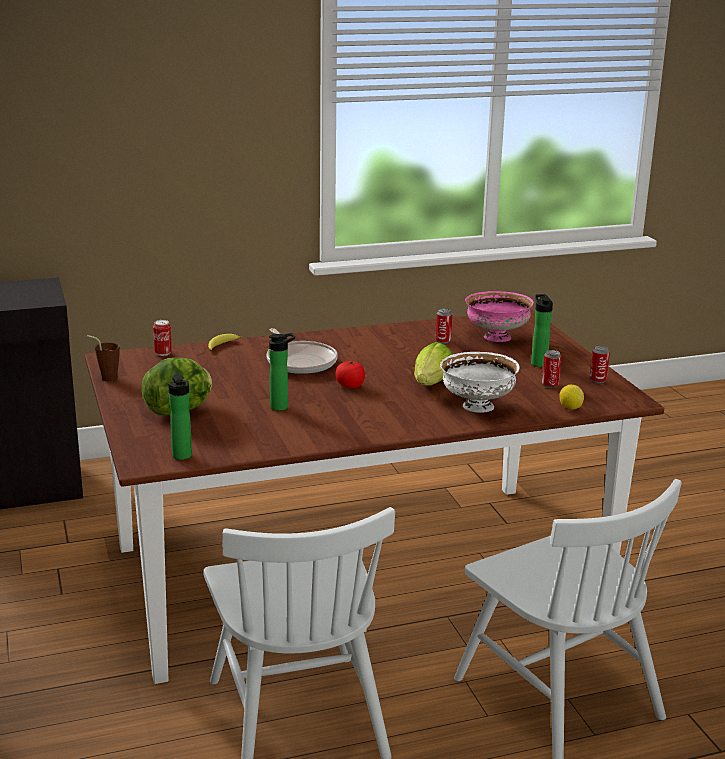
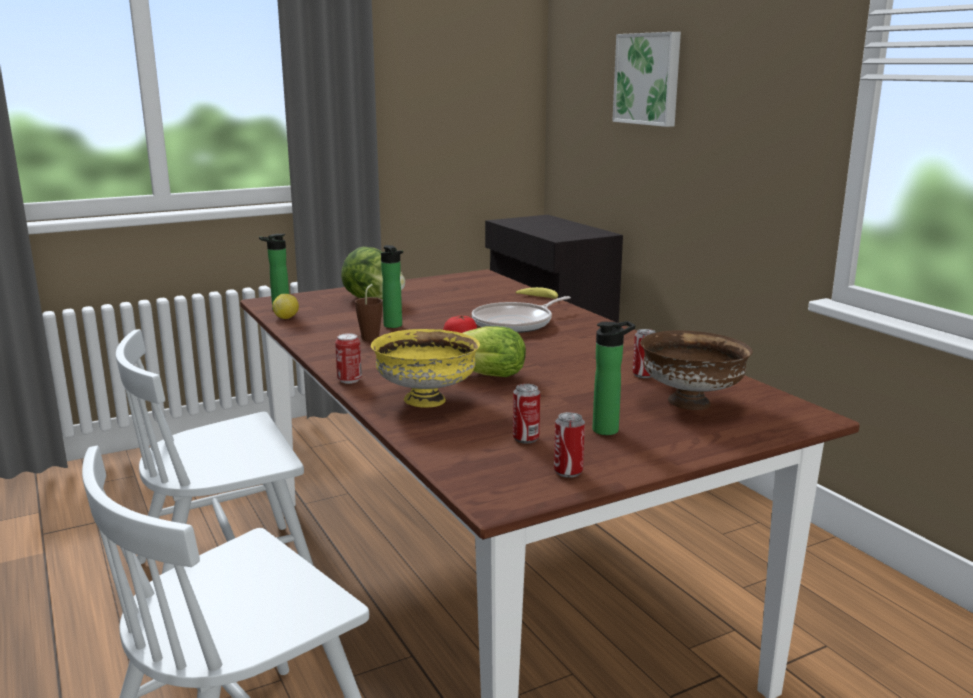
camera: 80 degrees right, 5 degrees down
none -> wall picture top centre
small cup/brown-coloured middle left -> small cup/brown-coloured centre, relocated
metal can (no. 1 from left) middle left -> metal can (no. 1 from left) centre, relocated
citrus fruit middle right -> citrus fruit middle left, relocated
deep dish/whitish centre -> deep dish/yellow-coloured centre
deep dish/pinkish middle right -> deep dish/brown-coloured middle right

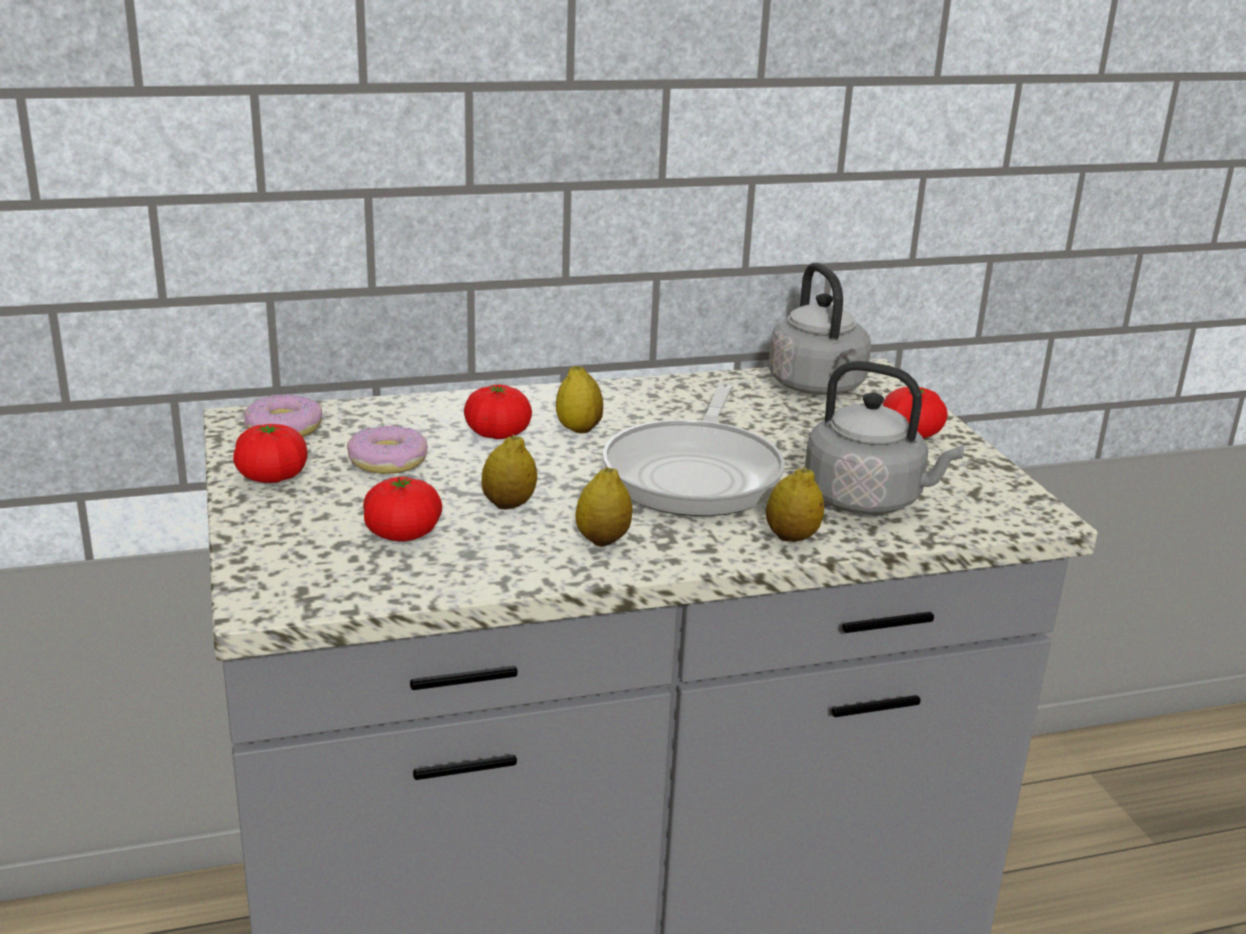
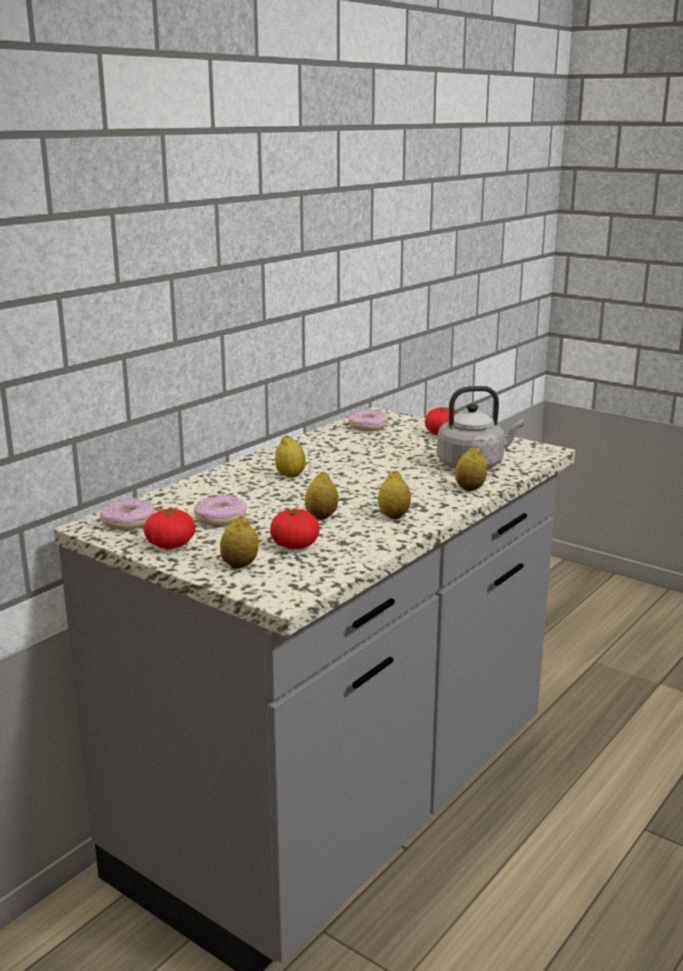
camera: 35 degrees left, 5 degrees down
tomato (no. 3 from left) centre -> none
skillet centre -> none
none -> citrus fruit (no. 1 from left) centre
tea kettle/greyish (no. 1 from left) centre -> ring doughnut (no. 3 from left) centre

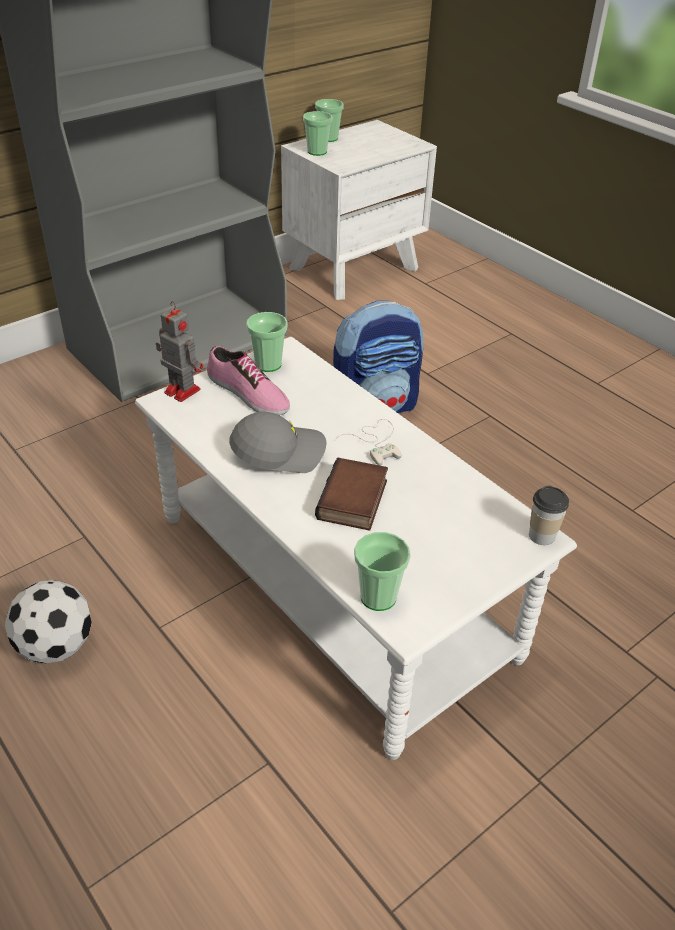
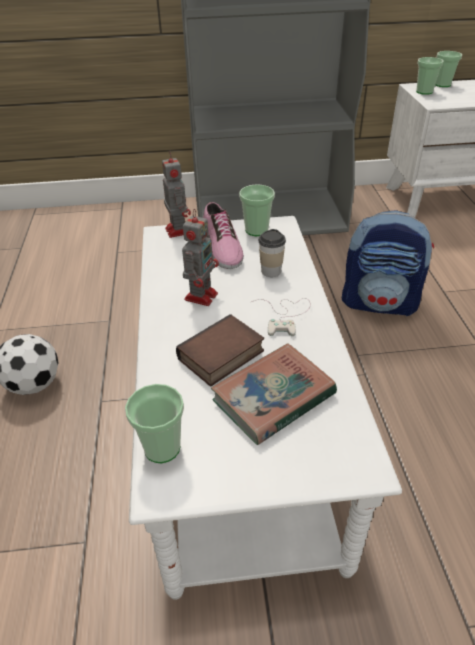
camera: 35 degrees right, 0 degrees up
none -> volume (no. 2 from left) centre
small cup (no. 5 from left in the first image) middle right -> small cup (no. 3 from left) centre, relocated
cap/greyish centre -> model robot (no. 2 from left) centre

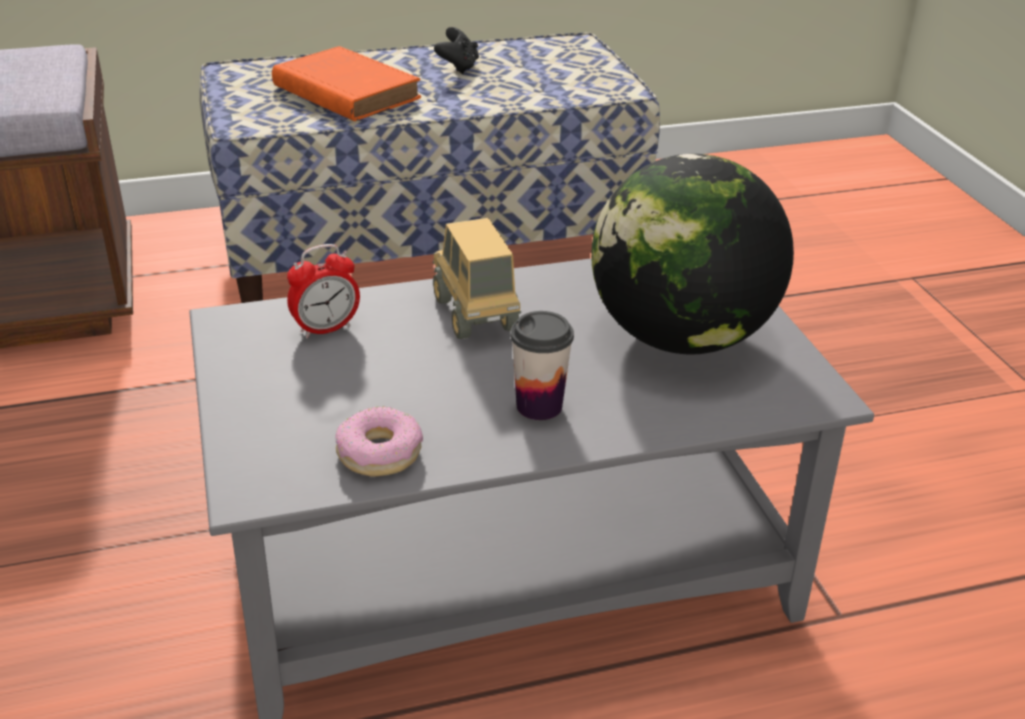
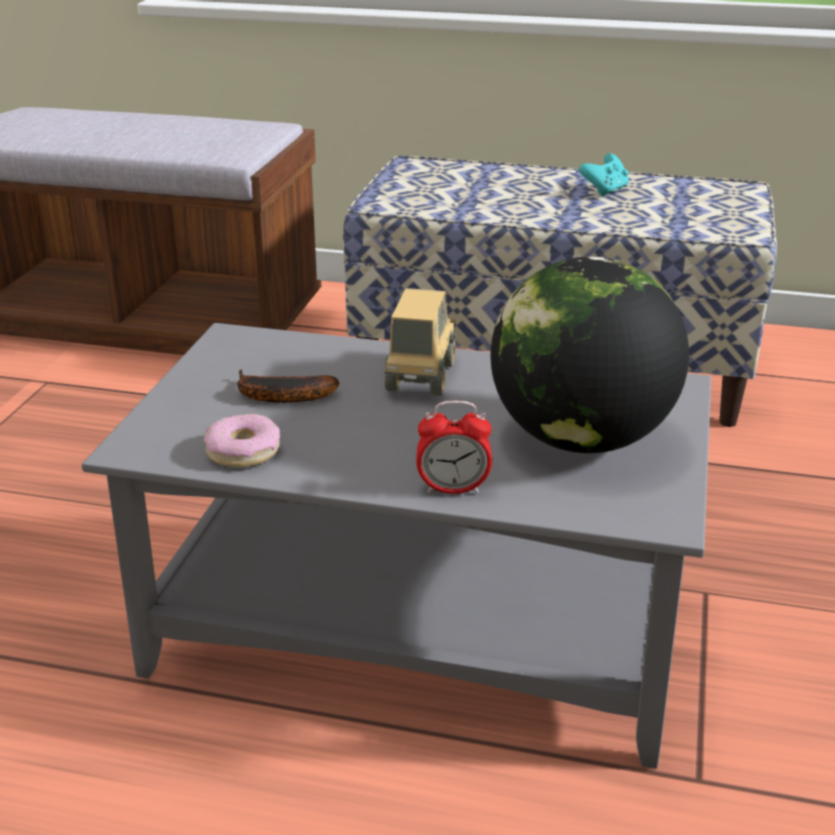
camera: 30 degrees right, 5 degrees down
volume/orangey top centre -> none
small cup centre -> none
none -> whole banana centre
bedside clock middle left -> bedside clock centre, relocated
gamepad/black top centre -> gamepad/turquoise top right

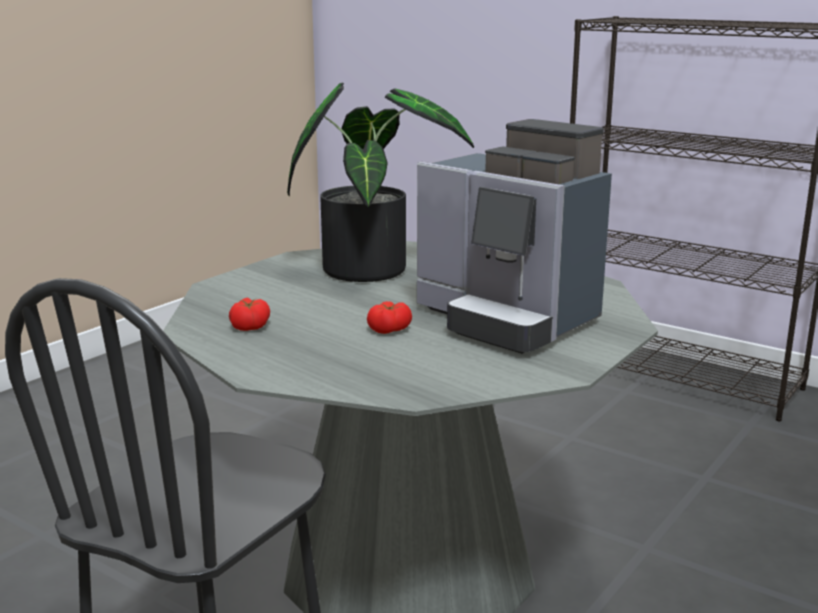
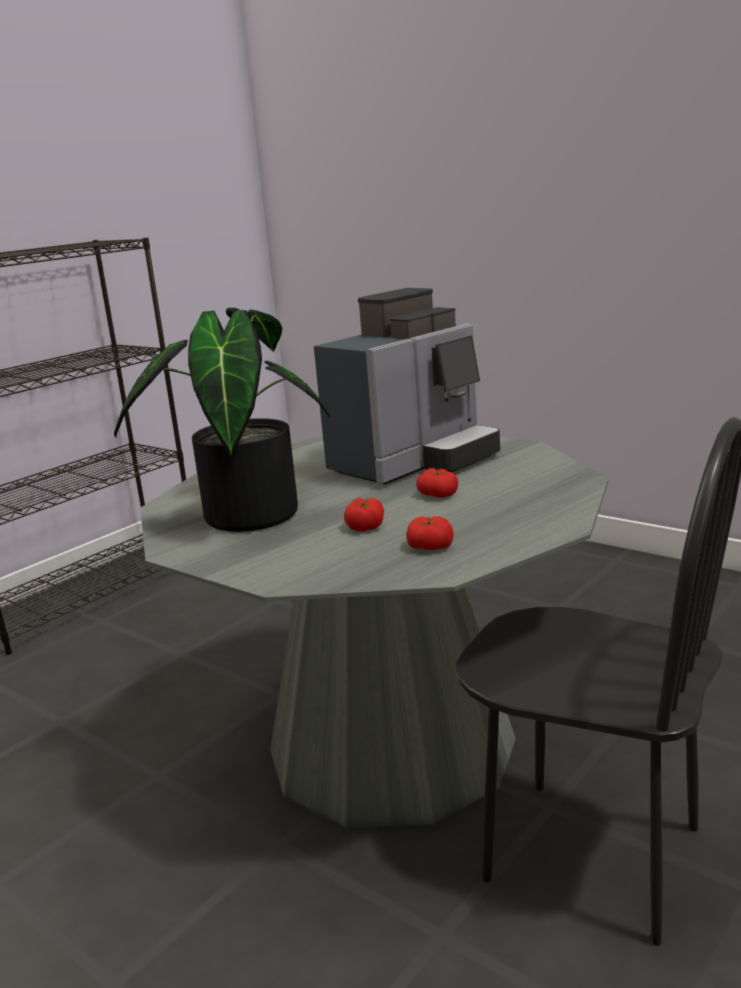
camera: 85 degrees left, 0 degrees up
none -> tomato (no. 1 from left) centre

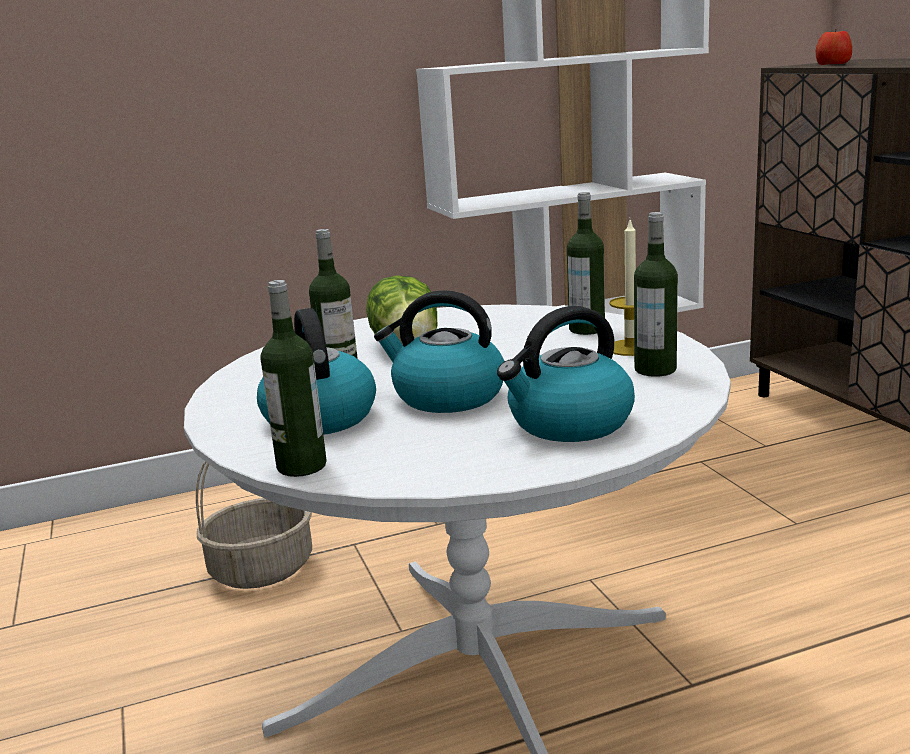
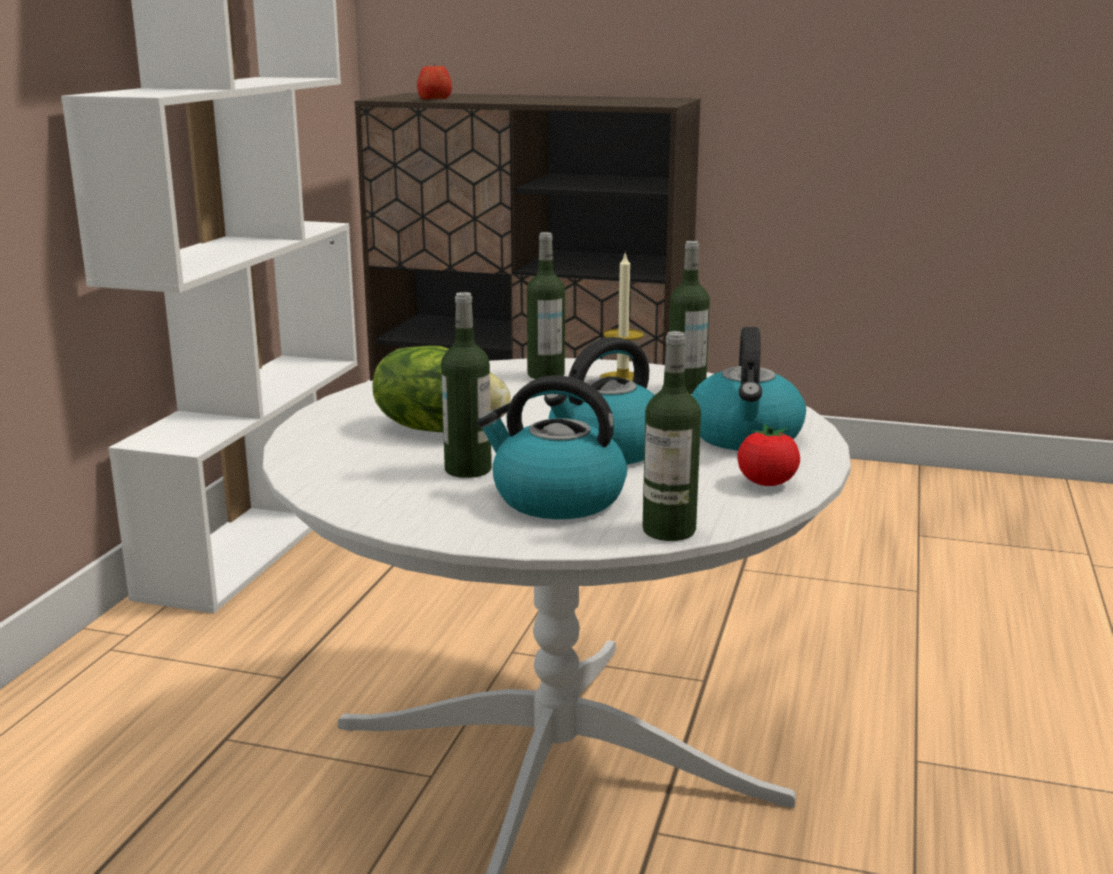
camera: 55 degrees left, 0 degrees up
household basket bottom left -> none
none -> tomato middle right

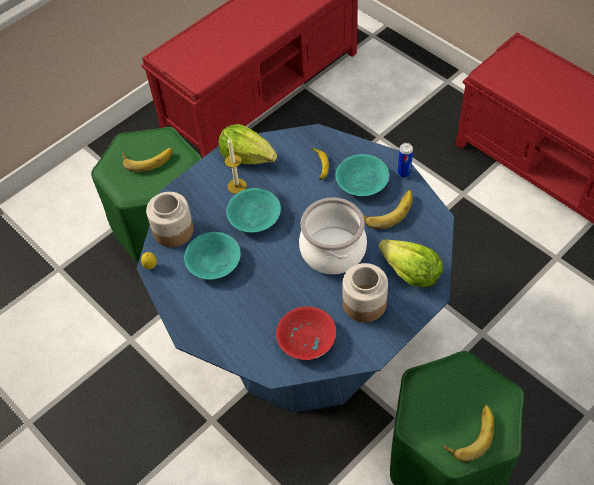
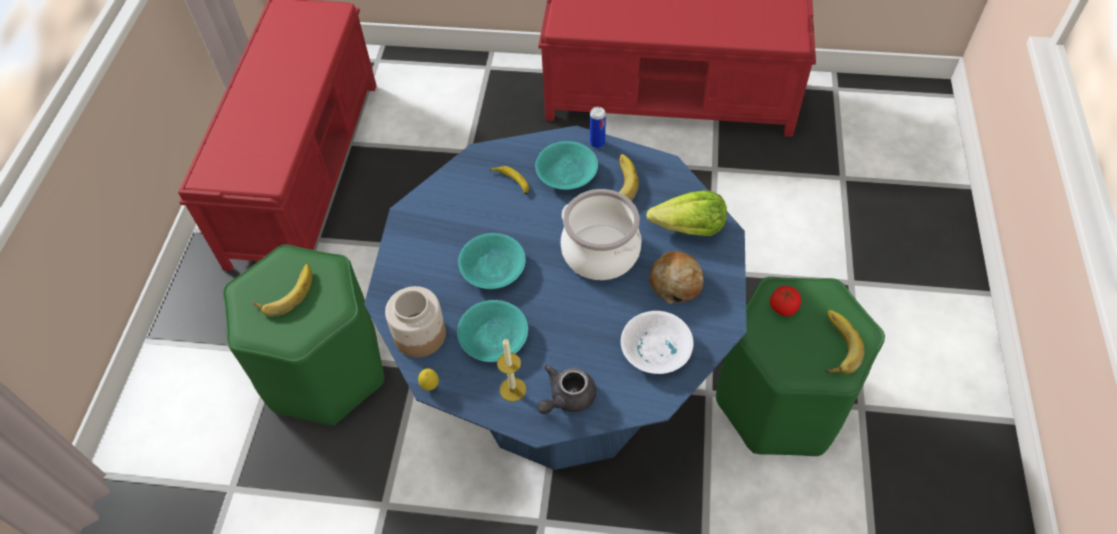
camera: 40 degrees left, 0 degrees up
head of lettuce (no. 1 from left) top centre -> none
none -> teapot/greyish bottom centre
none -> tomato middle right
candle centre -> candle bottom centre, relocated
preserve jar (no. 2 from left) centre -> bakery bread centre
deep dish/reddish bottom centre -> deep dish/whitish centre

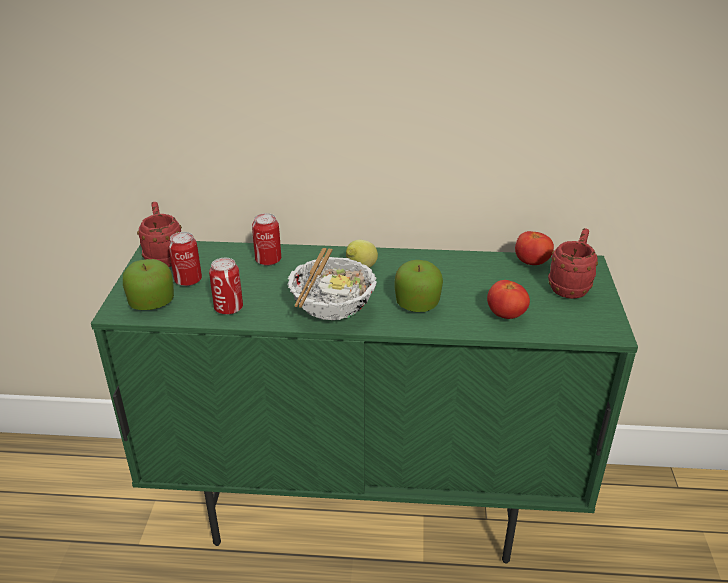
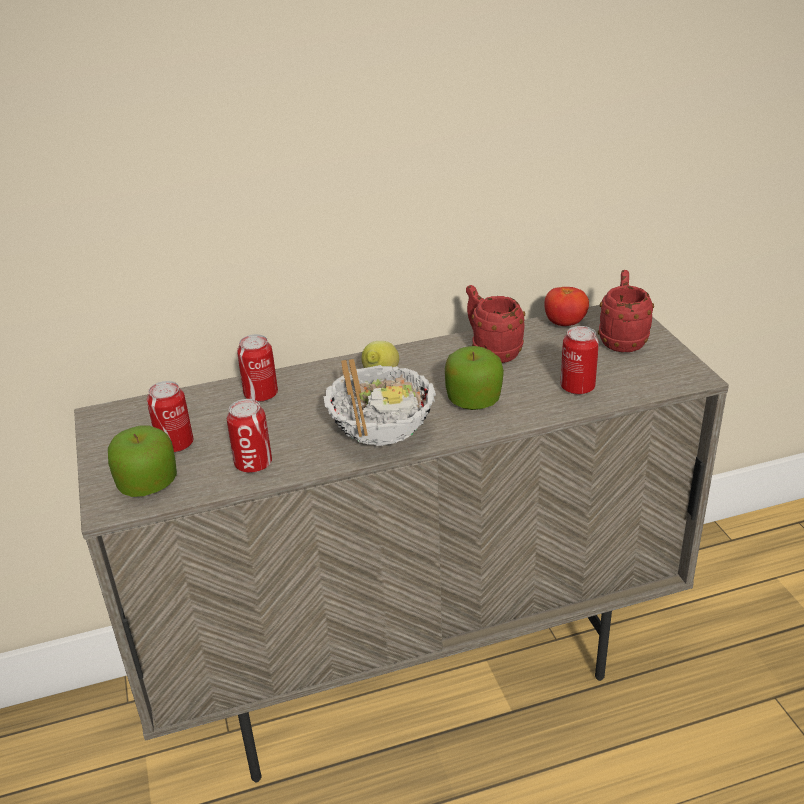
camera: 20 degrees left, 0 degrees up
coffee mug/reddish (no. 1 from left) middle left -> coffee mug/reddish (no. 1 from left) centre, relocated
tomato (no. 1 from left) middle right -> metal can (no. 4 from left) middle right
cupboard/green bottom centre -> cupboard/beige bottom centre

